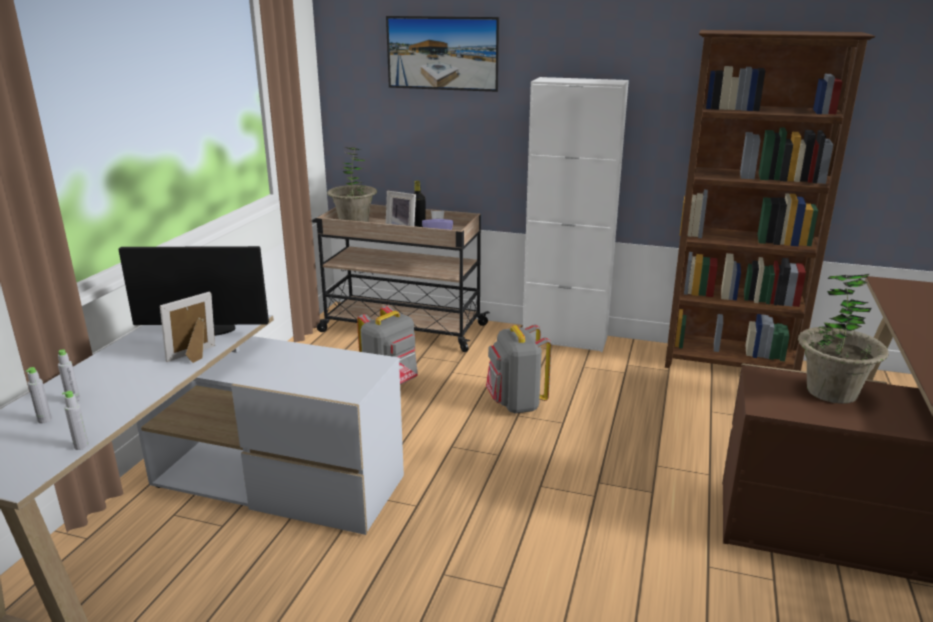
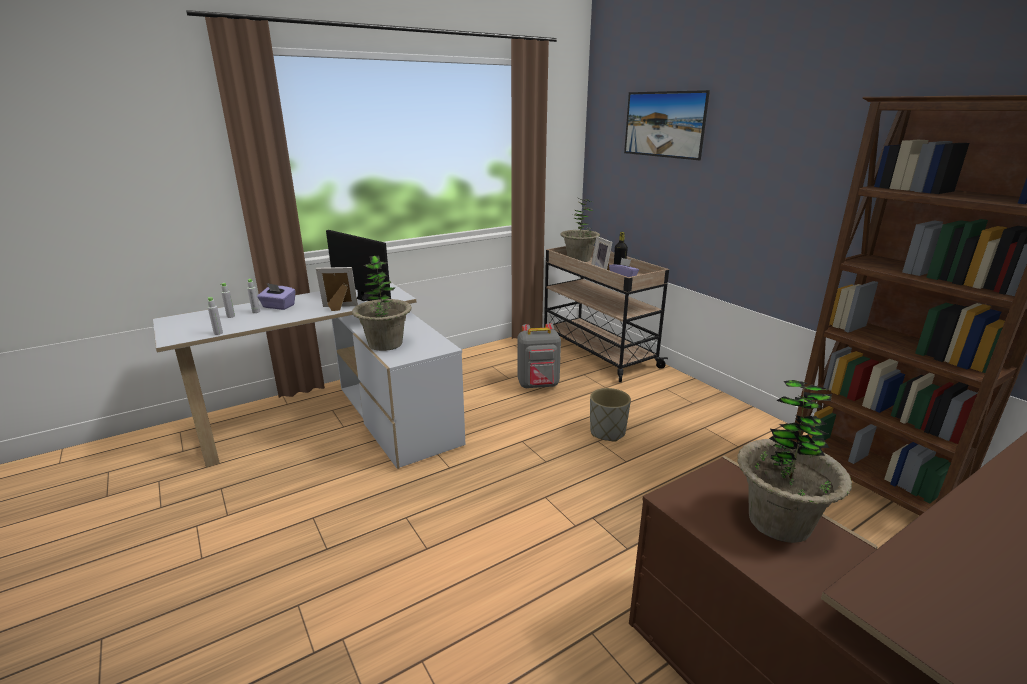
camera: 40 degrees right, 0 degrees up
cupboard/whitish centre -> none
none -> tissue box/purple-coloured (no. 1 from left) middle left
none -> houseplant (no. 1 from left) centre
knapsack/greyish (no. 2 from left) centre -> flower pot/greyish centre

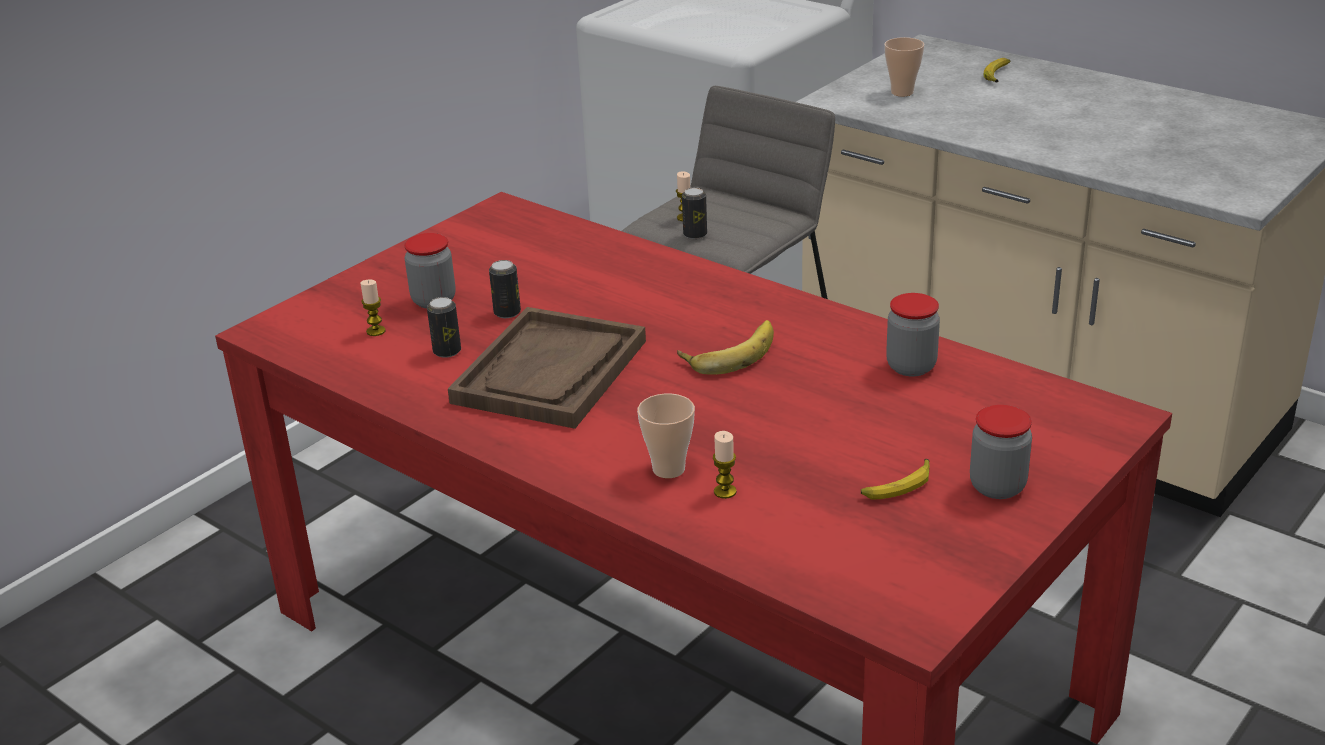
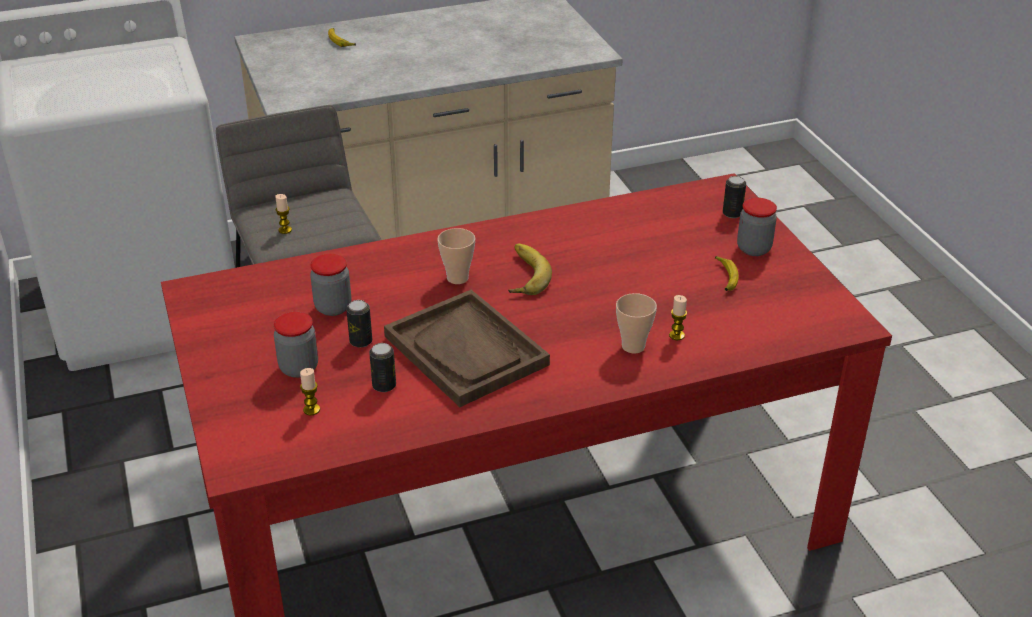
camera: 60 degrees left, 5 degrees up
metal can (no. 3 from left) top centre -> metal can (no. 3 from left) top right, relocated
small cup (no. 2 from left in the first image) top right -> small cup (no. 1 from left) centre, relocated
preserve jar (no. 2 from left) middle right -> preserve jar (no. 2 from left) middle left, relocated

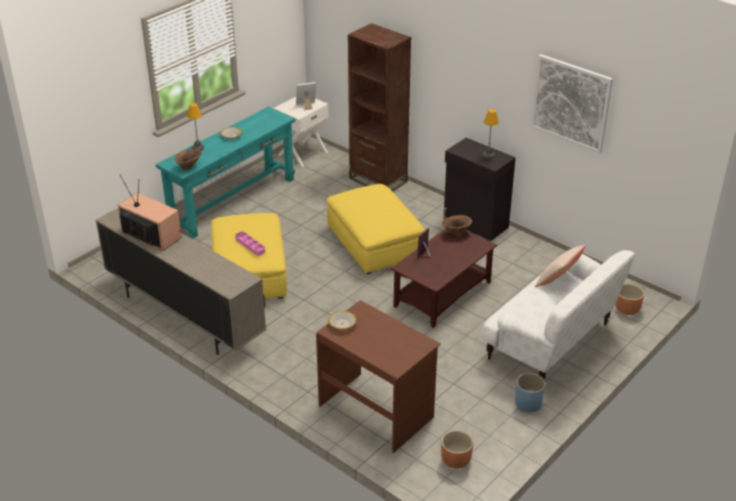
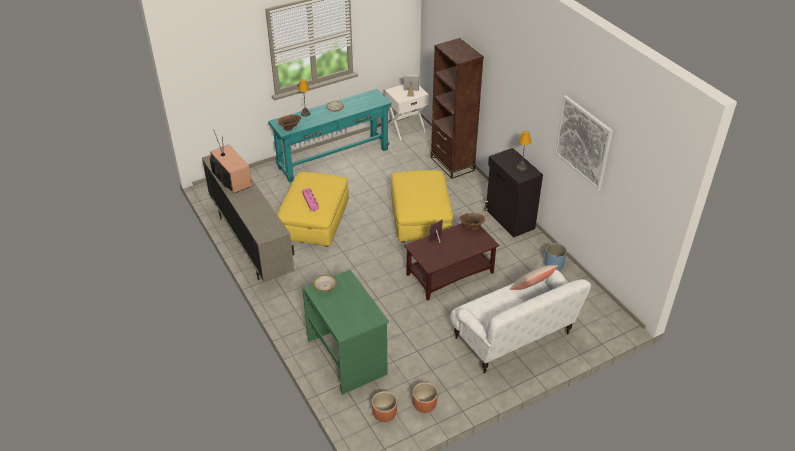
camera: 20 degrees right, 5 degrees up
flower pot/bluish bottom right -> flower pot/bluish middle right, relocated
flower pot/brown-coloured (no. 2 from left) middle right -> flower pot/brown-coloured (no. 2 from left) bottom centre, relocated
desk/brown-coloured bottom centre -> desk/green bottom centre

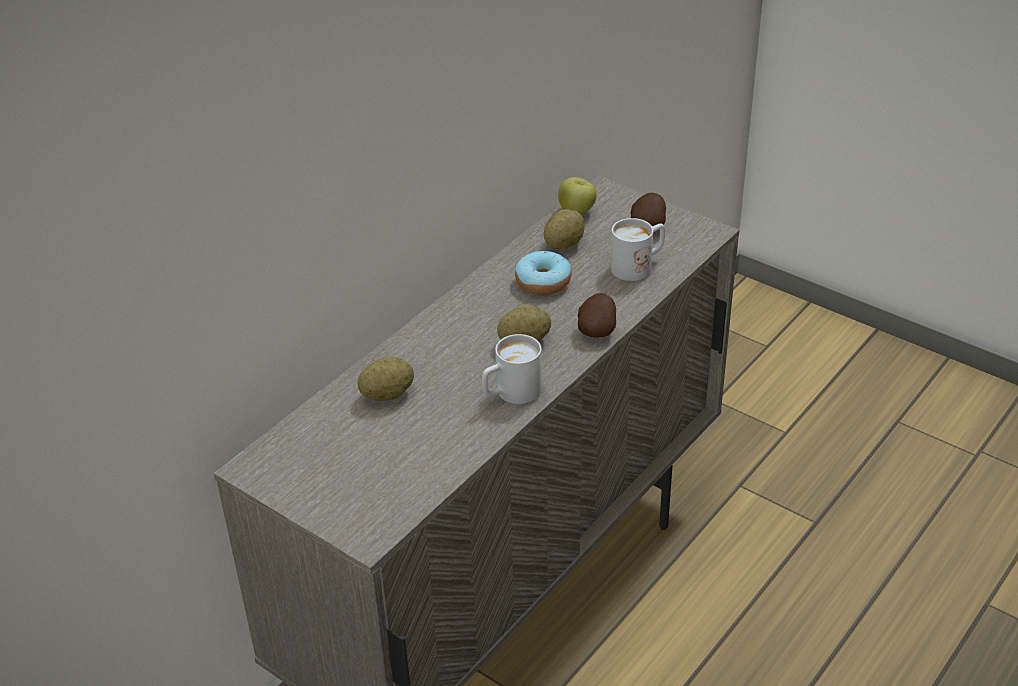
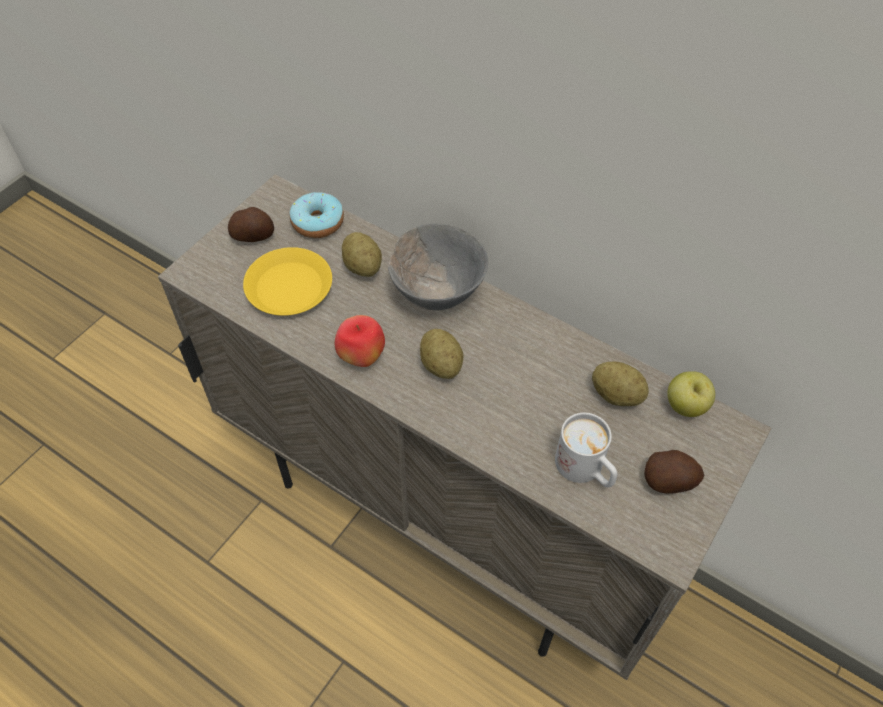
camera: 85 degrees right, 15 degrees up
none -> plate/yellow-coloured middle left
none -> deep dish/greyish centre
ring doughnut centre -> ring doughnut top centre, relocated
whole potato (no. 4 from left in the first image) centre -> whole potato (no. 1 from left) top left, relocated
coffee mug/whitish (no. 1 from left) centre -> whole apple (no. 1 from left) centre

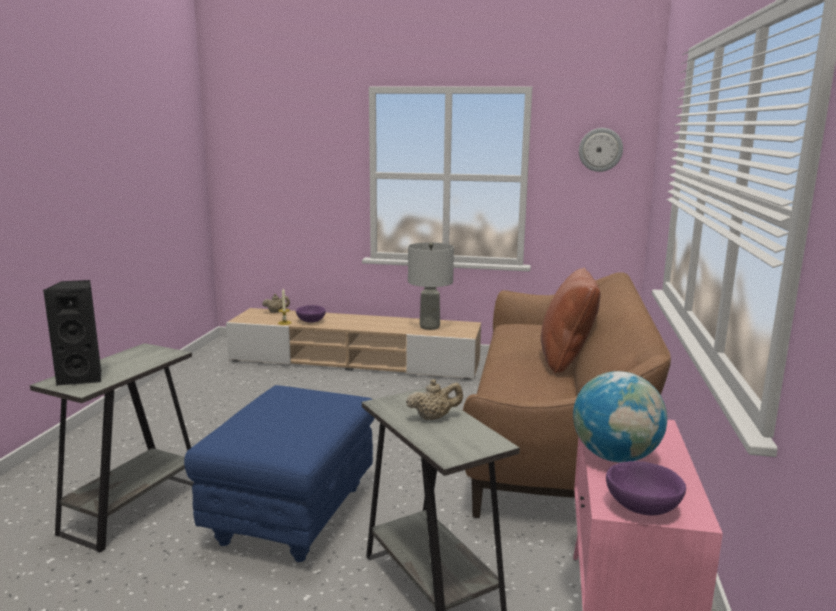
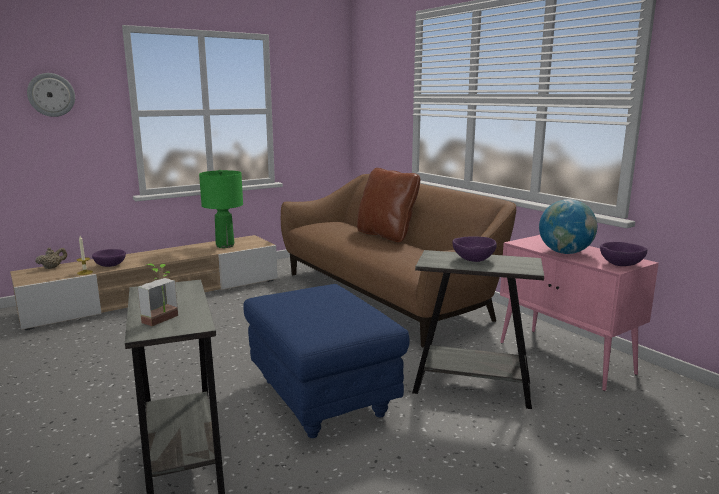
camera: 45 degrees left, 0 degrees up
clock on the wall top right -> clock on the wall top left, relocated
loudspeaker/black middle left -> houseplant middle left
teapot/beige (no. 2 from left) centre -> deep dish/purple-coloured (no. 2 from left) centre
lamp for a table/greyish centre -> lamp for a table/green middle left

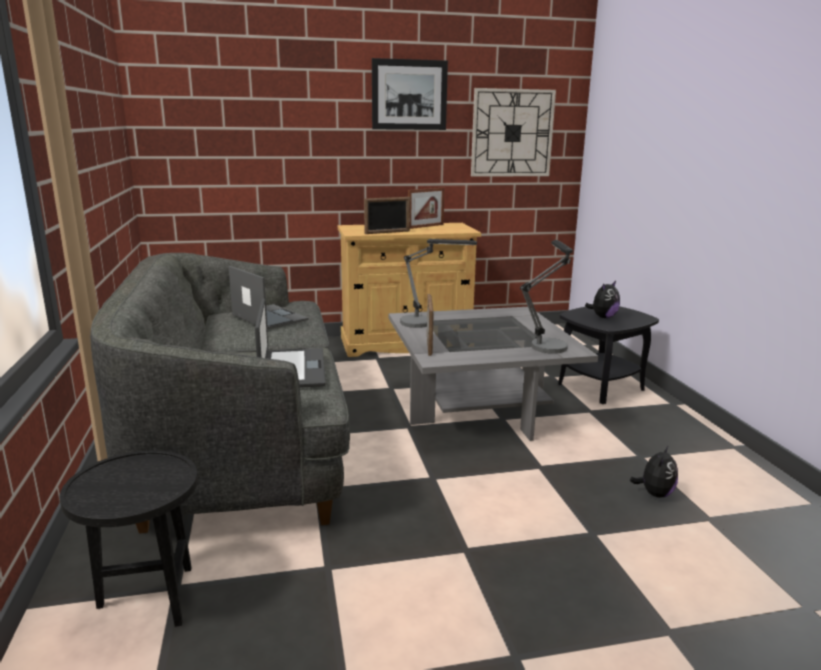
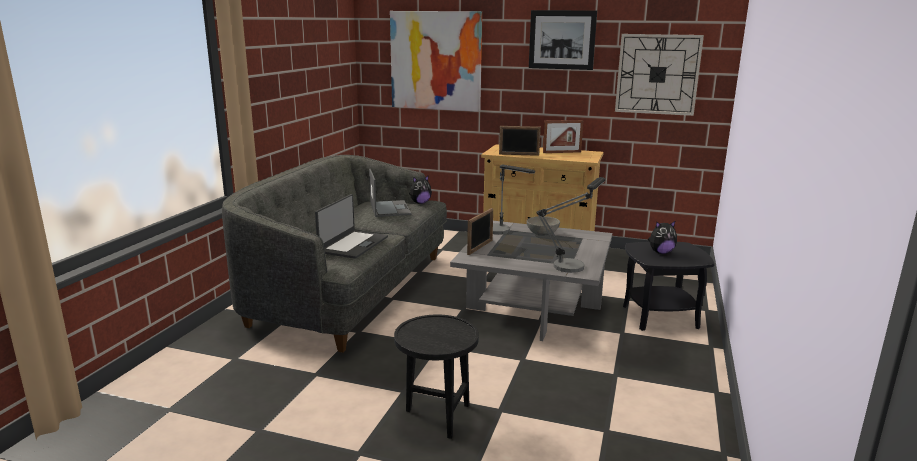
camera: 30 degrees right, 0 degrees up
none -> wall picture (no. 1 from left) top centre
none -> deep dish/greyish centre
accent table/black (no. 1 from left) bottom left -> accent table/black (no. 1 from left) bottom centre, relocated
soft toy (no. 2 from left in the first image) bottom right -> soft toy (no. 1 from left) centre, relocated

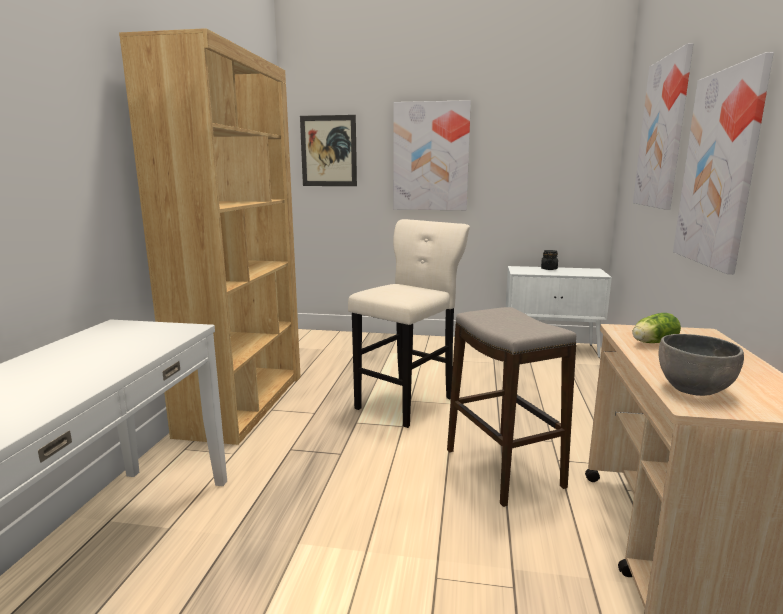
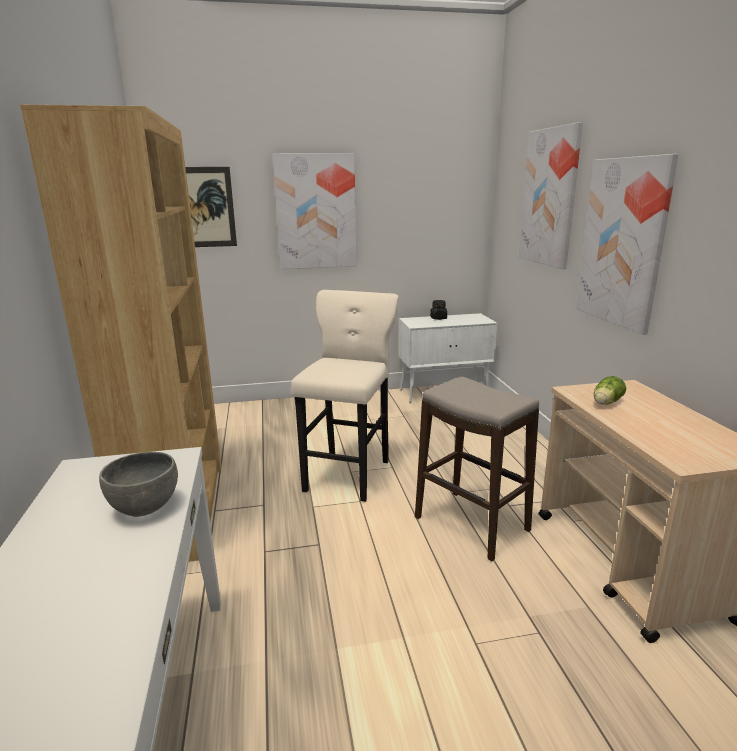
camera: 20 degrees left, 5 degrees up
deep dish/greyish middle right -> deep dish/greyish middle left, relocated

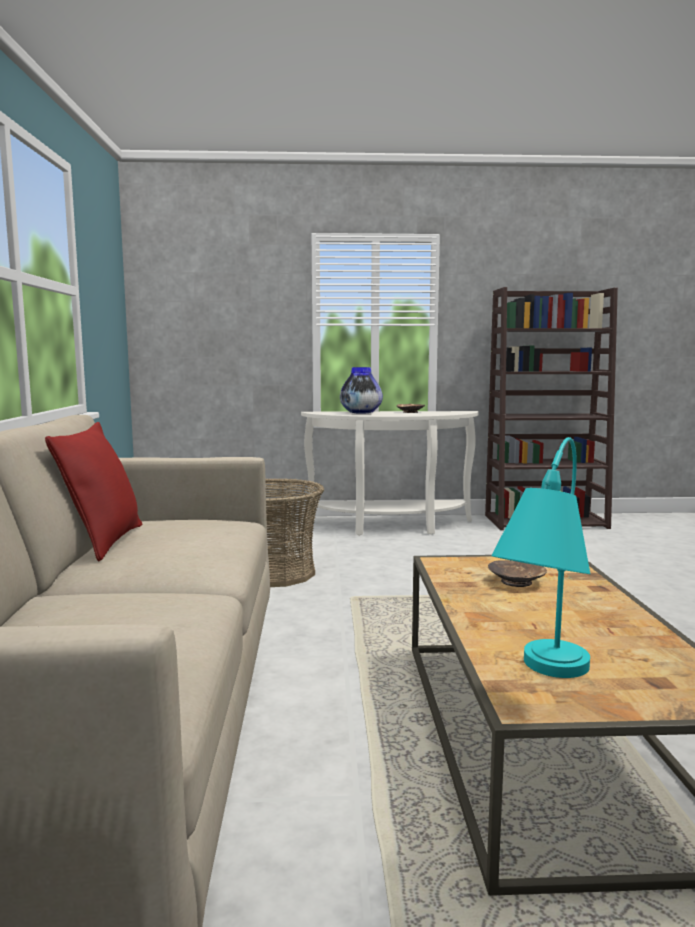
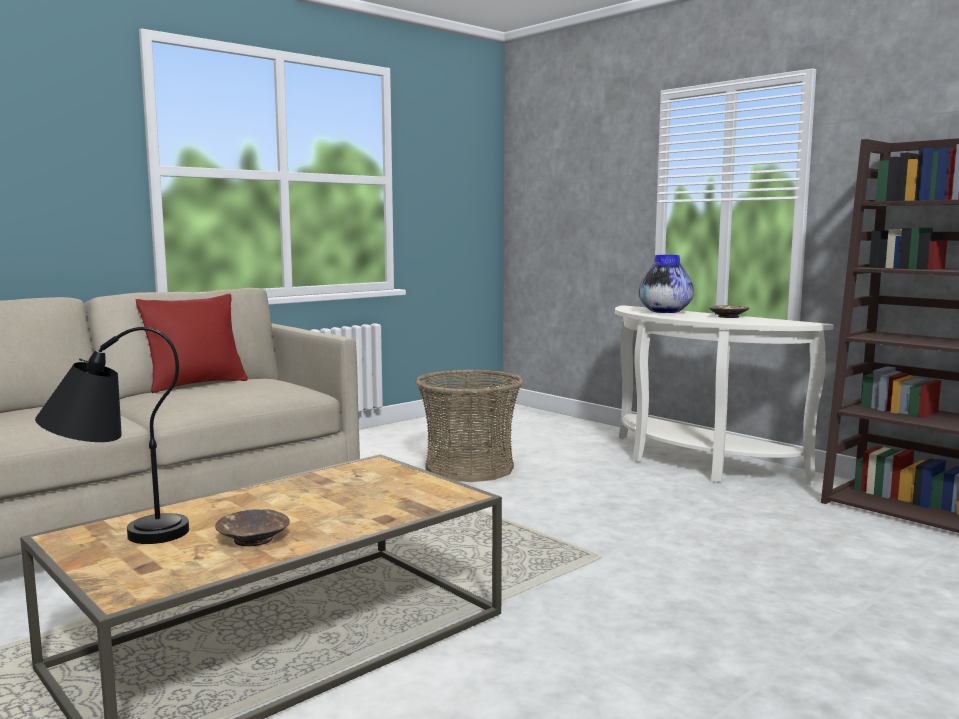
camera: 50 degrees right, 0 degrees up
deep dish/brown-coloured (no. 2 from left in the first image) middle right -> deep dish/brown-coloured (no. 1 from left) bottom left, relocated
lamp for a table/turquoise middle right -> lamp for a table/black middle left

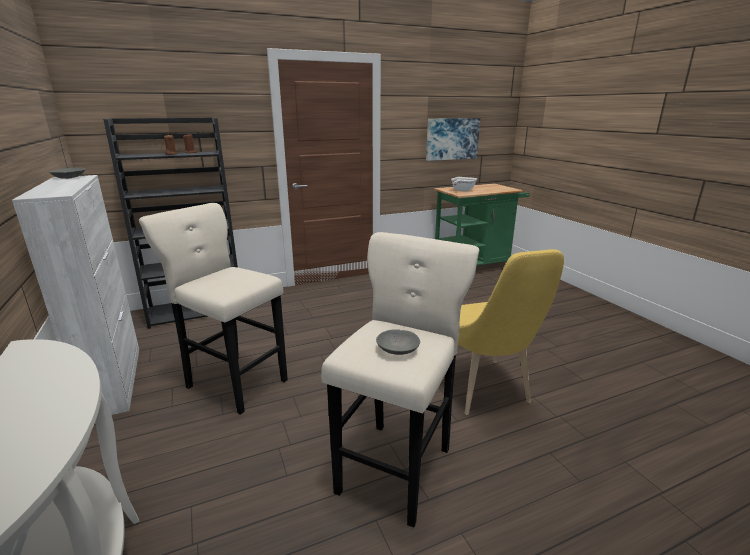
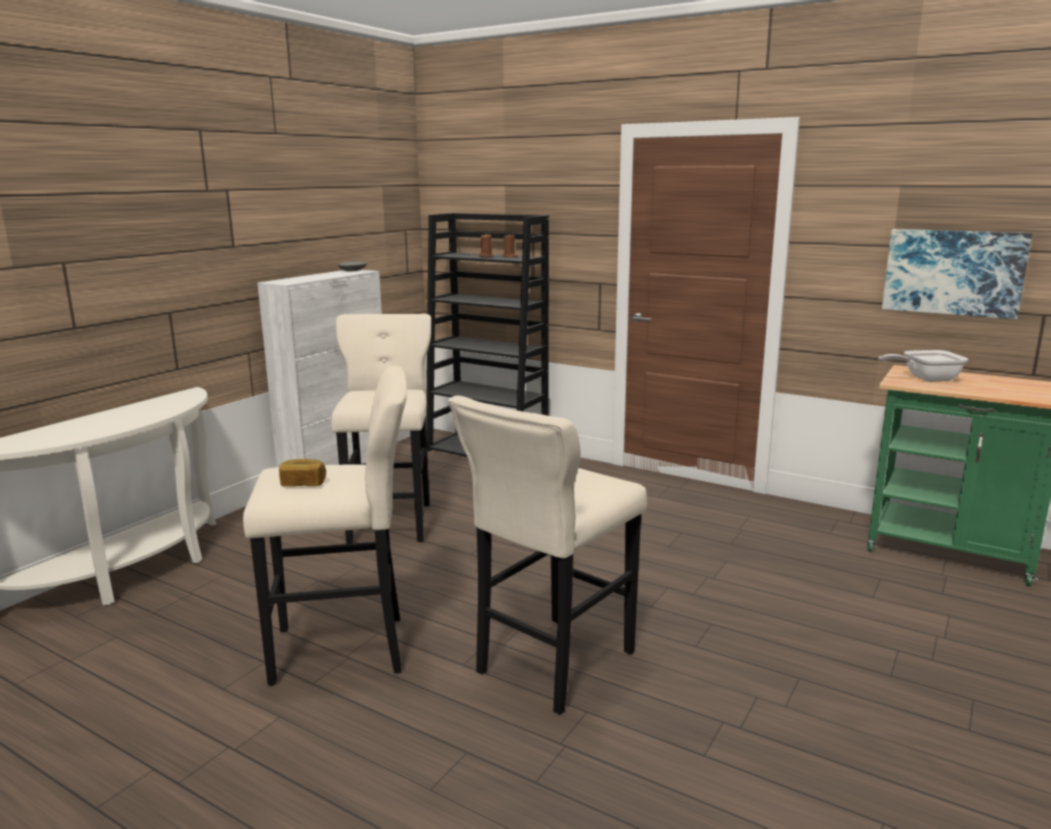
camera: 55 degrees right, 5 degrees down
deep dish/greyish (no. 2 from left) centre -> bakery bread middle left
chair/yellow-coloured middle right -> stool seat/beige (no. 3 from left) bottom centre

